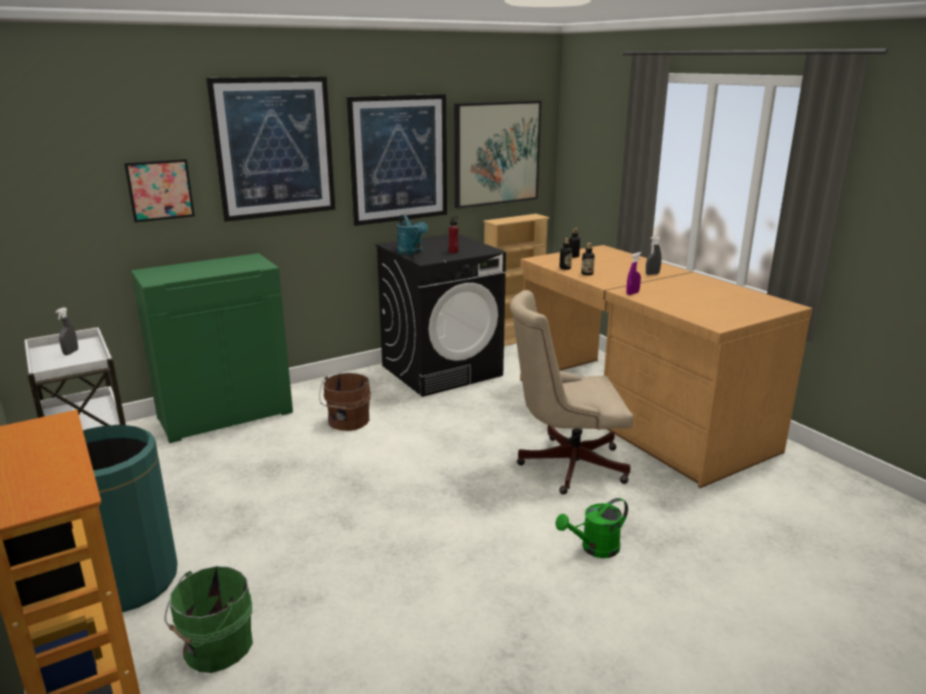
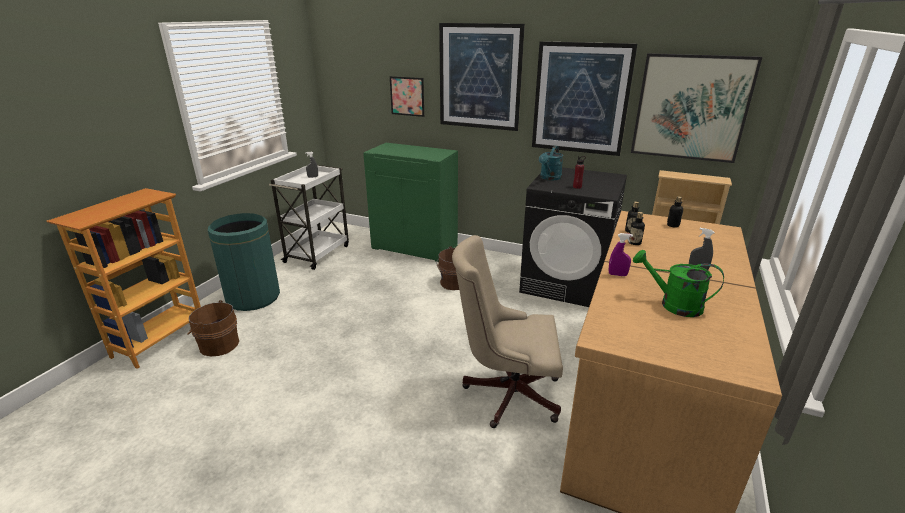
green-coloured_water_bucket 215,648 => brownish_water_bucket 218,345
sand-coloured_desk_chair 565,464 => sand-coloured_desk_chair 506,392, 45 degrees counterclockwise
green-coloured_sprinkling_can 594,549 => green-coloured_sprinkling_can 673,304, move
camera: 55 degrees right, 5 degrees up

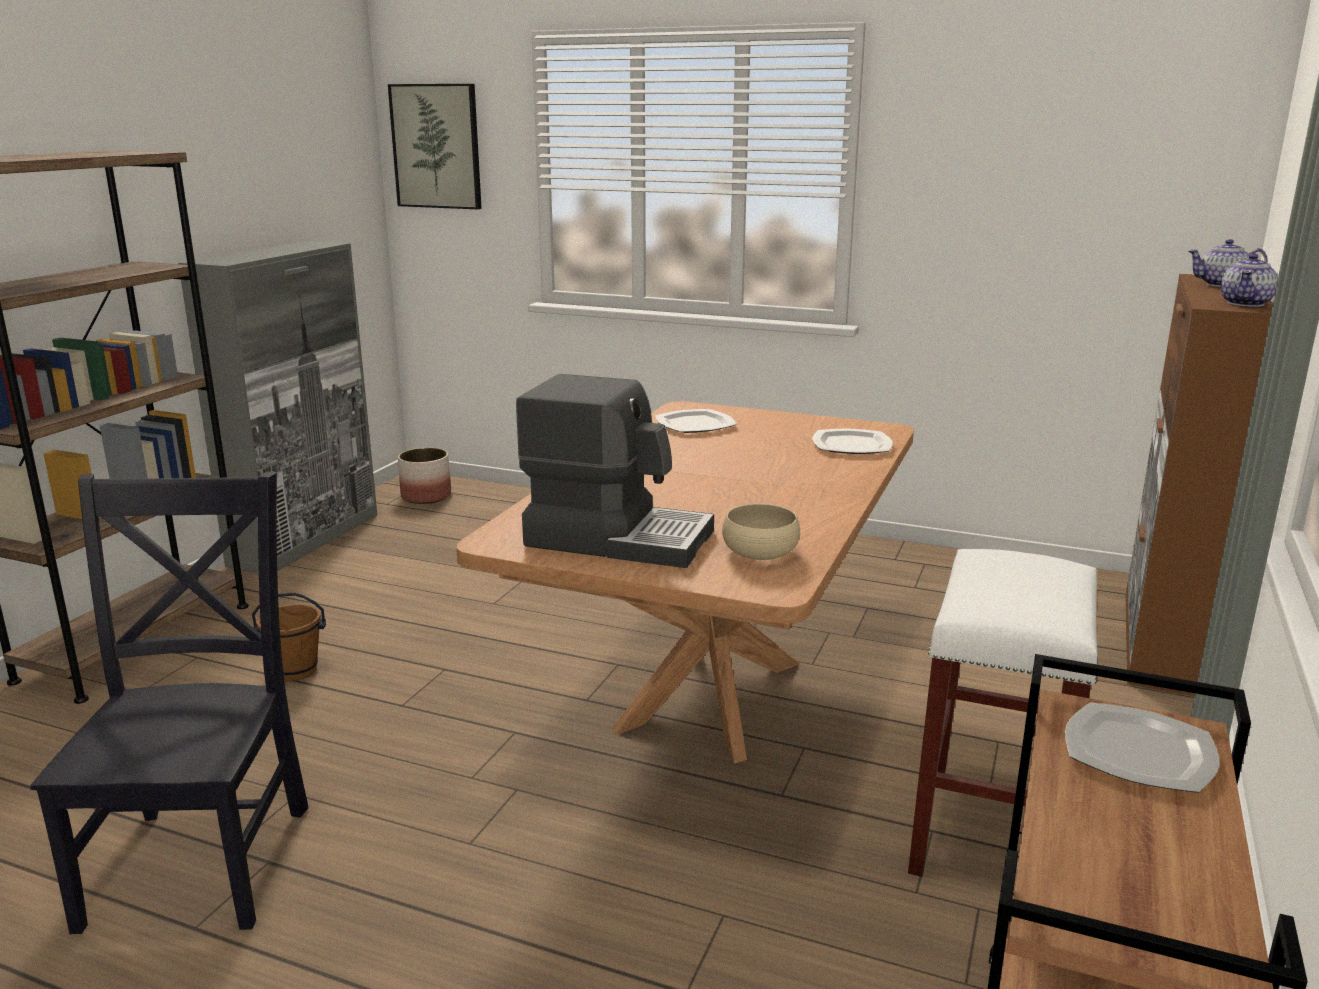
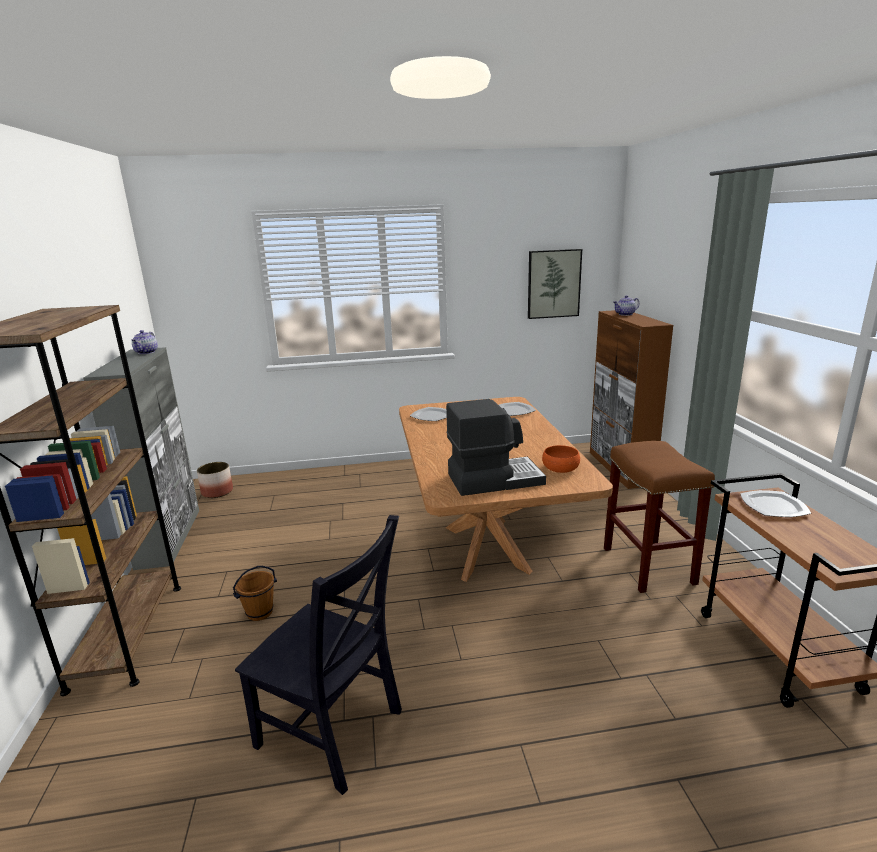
teapot 1246,303 => teapot 146,352, move
black-coloured_chair 203,858 => black-coloured_chair 334,732, 150 degrees clockwise
wall_picture 437,146 => wall_picture 553,284, move
sand-coloured_bowl 760,552 => orangey_bowl 560,468
white-coloured_stool 990,836 => brownish_stool 649,566
camera: 30 degrees left, 0 degrees up

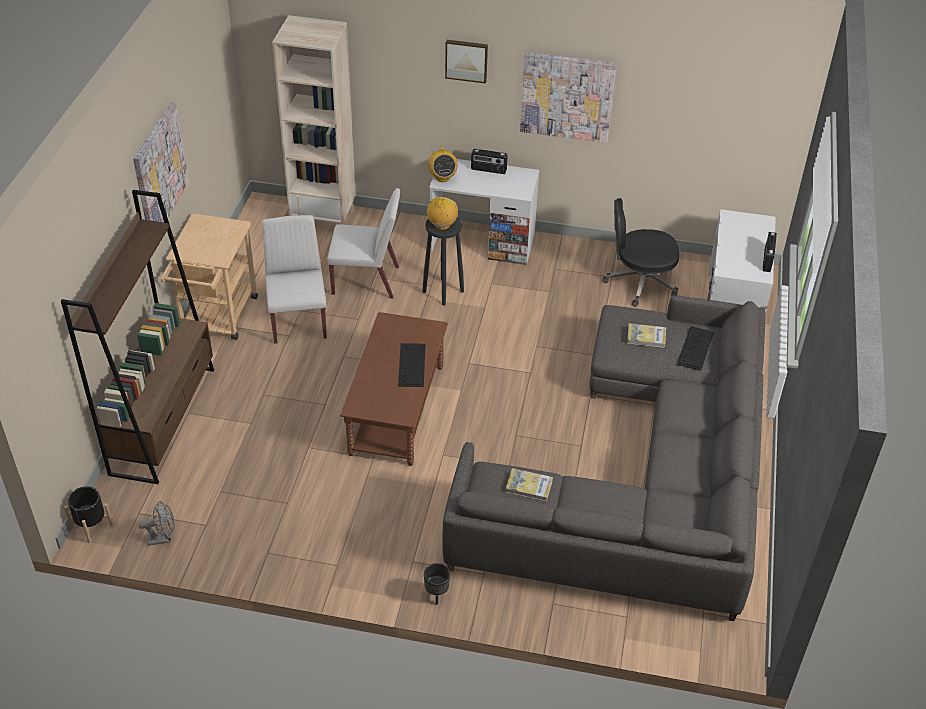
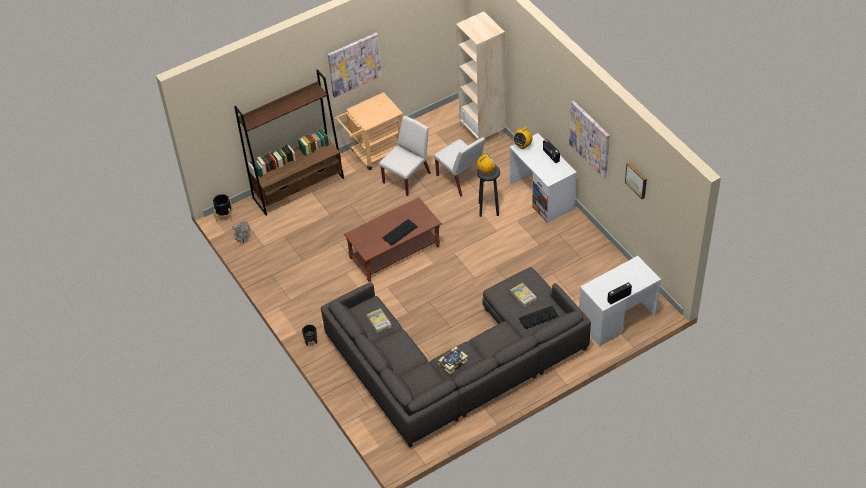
nothing => bound_book 452,363
wall_picture 466,60 => wall_picture 637,179, move
black-coloured_desk_chair 639,282 => nothing
camera: 50 degrees right, 5 degrees up

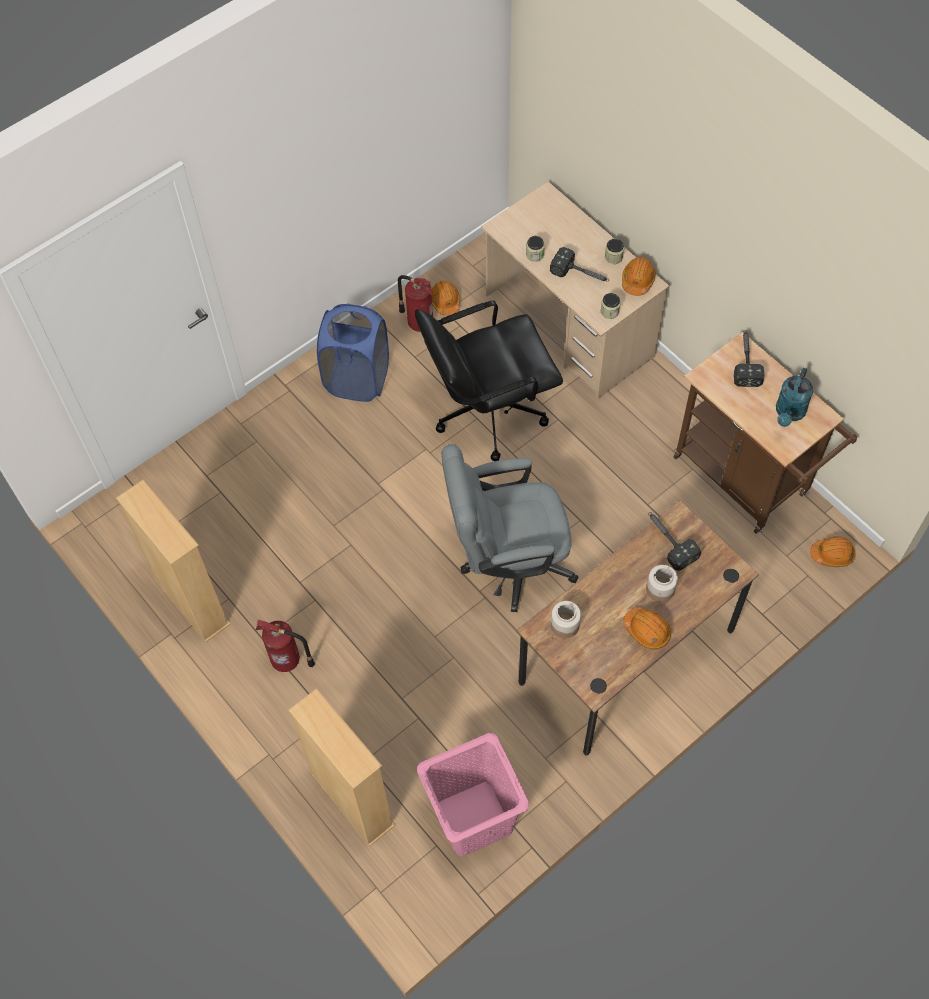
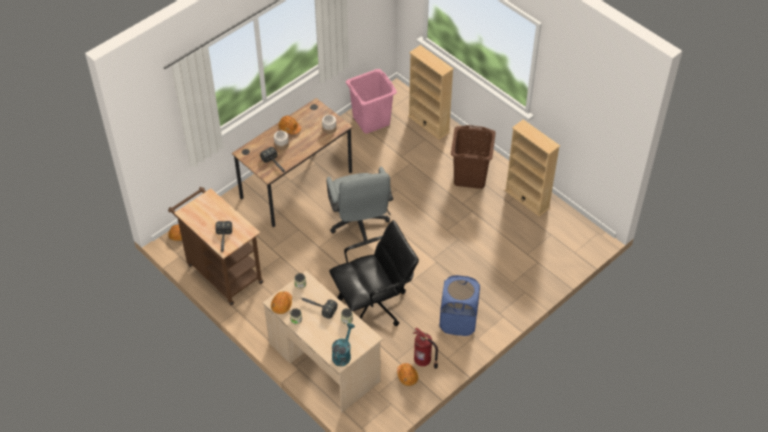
greyish_desk_chair 507,562 => greyish_desk_chair 359,224, 90 degrees clockwise
turquoise_sprinkling_can 789,413 => turquoise_sprinkling_can 342,354, move
fire_extinguisher 288,661 => brownish_hamper 470,176
camera: 175 degrees right, 10 degrees down

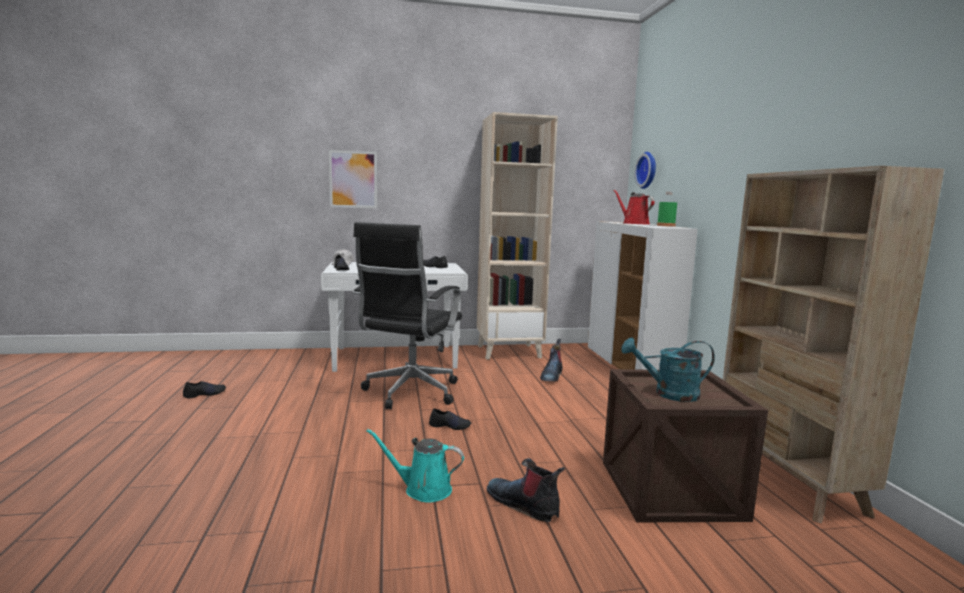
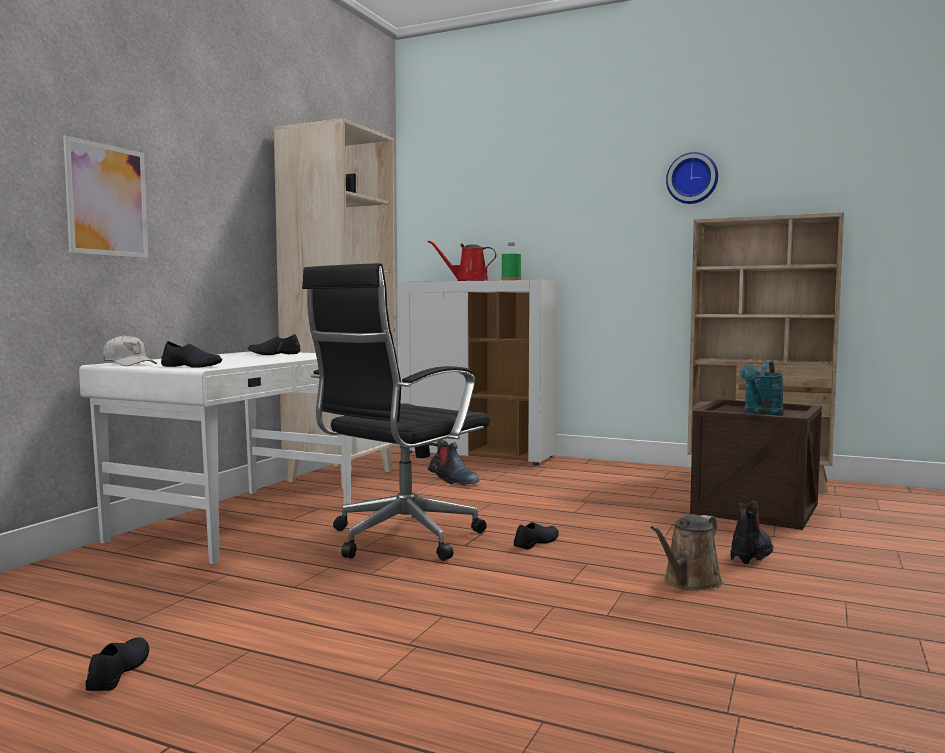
black-coloured_desk_chair 409,393 => black-coloured_desk_chair 399,540, 75 degrees clockwise
turquoise_sprinkling_can 423,489 => brownish_sprinkling_can 689,582
wall_clock 648,170 => wall_clock 692,178, move
tall_boot 524,505 => tall_boot 751,553, 135 degrees clockwise
camera: 55 degrees left, 5 degrees down

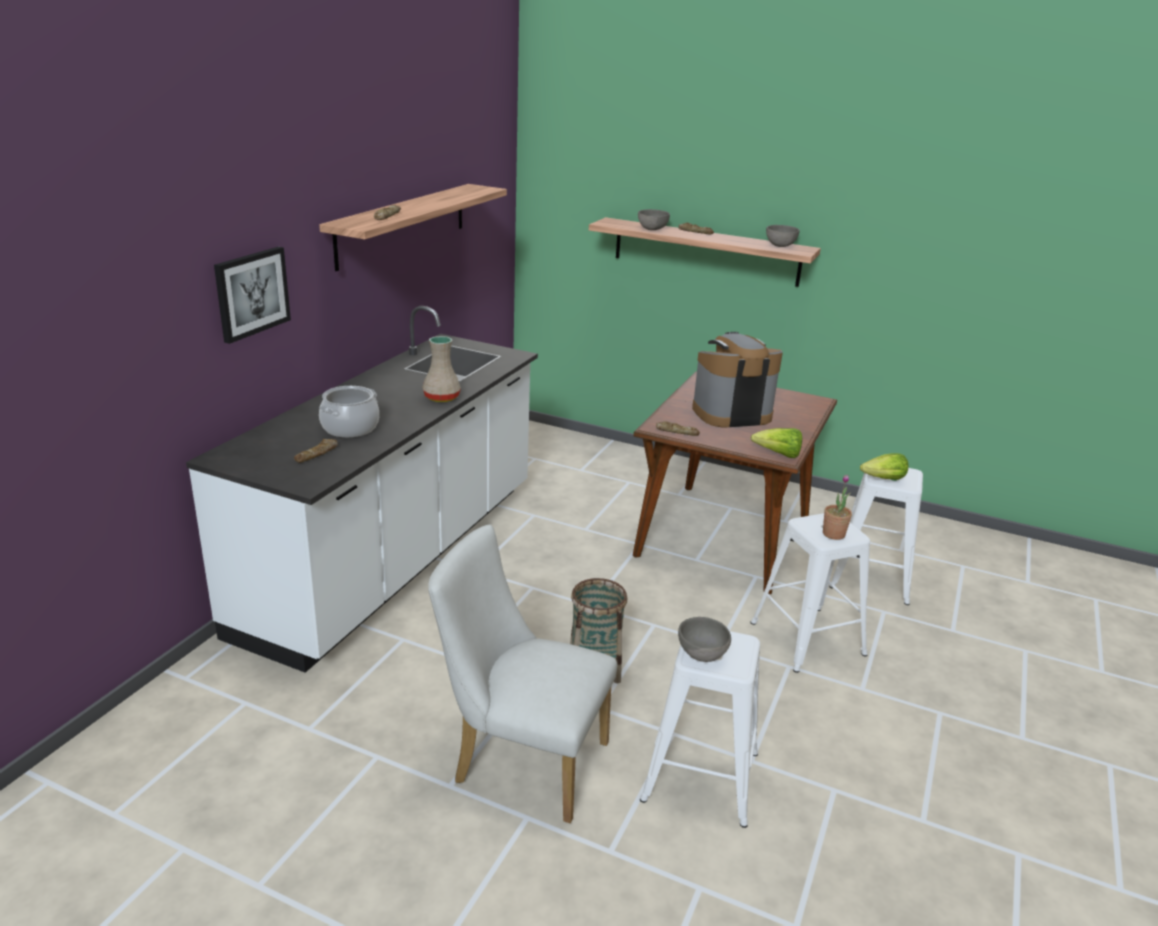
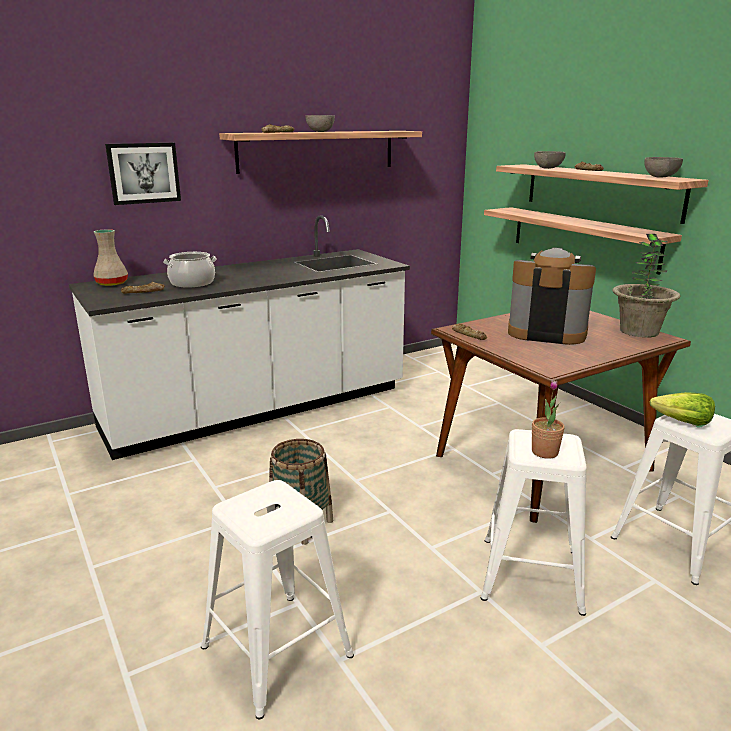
sand-coloured_decorative_vase 441,397 => sand-coloured_decorative_vase 112,283, move
greyish_bowl 701,655 => greyish_bowl 320,132, move
nothing => wall_shelf 582,238
nothing => plant_in_a_pot 639,331
white-coloured_chair 521,760 => nothing
lettuce_head 778,455 => nothing
camera: 35 degrees right, 5 degrees down

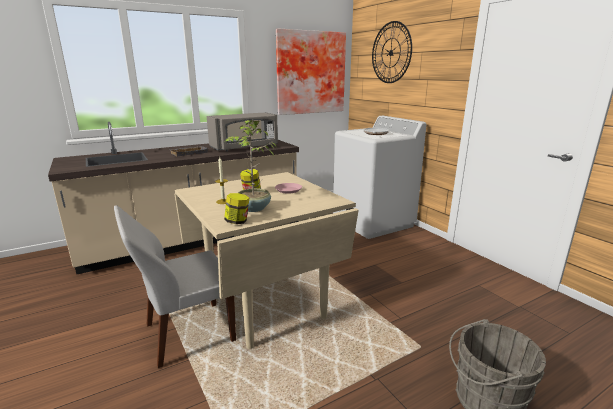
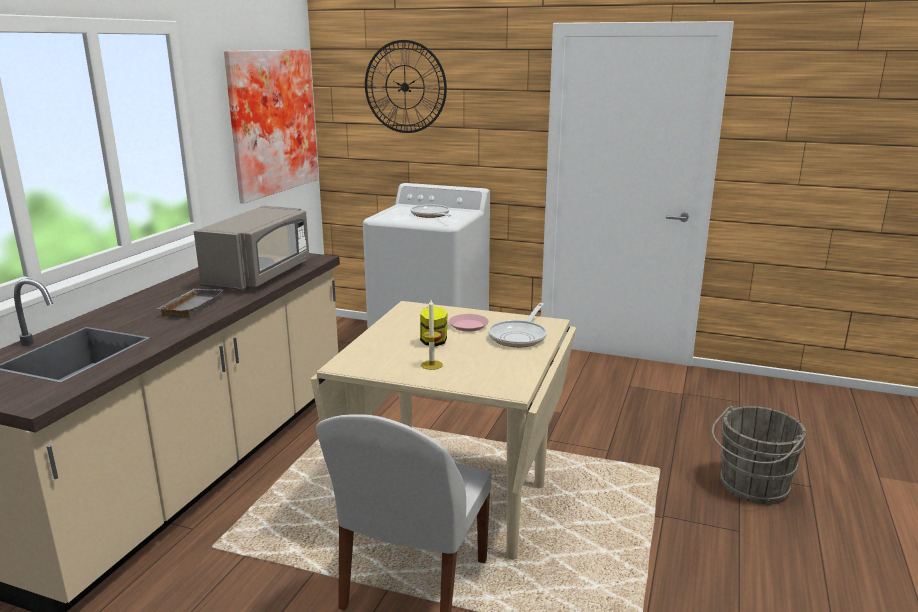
nothing => frying_pan 520,336
jar 237,222 => nothing
plant_in_a_pot 253,209 => nothing
camera: 40 degrees left, 0 degrees up

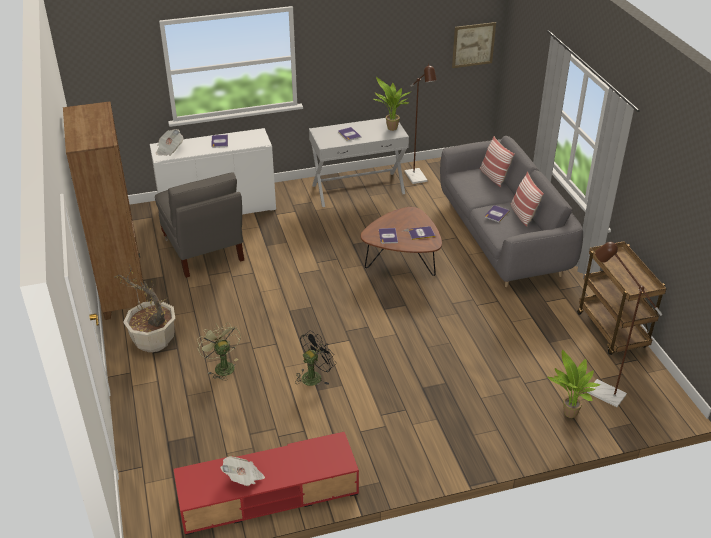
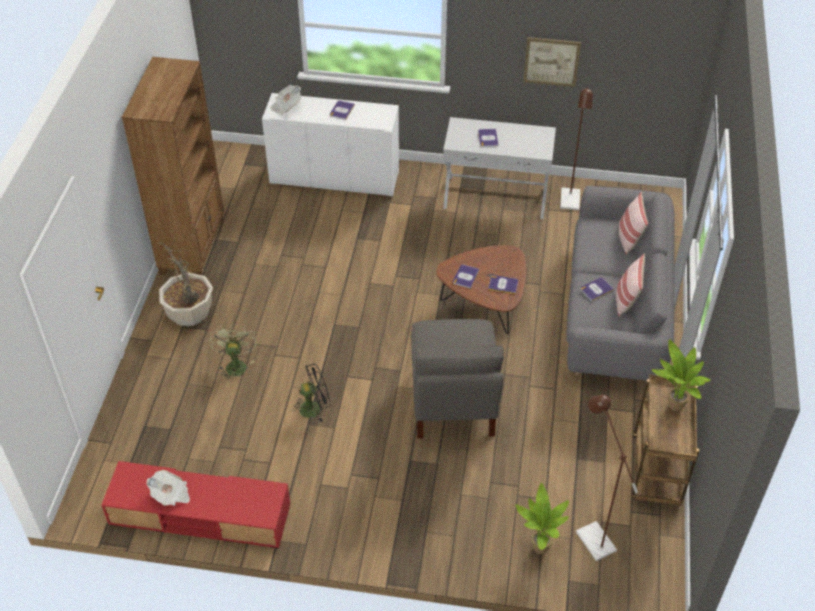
greyish_easy_chair 203,250 => greyish_easy_chair 453,403, move
wall_picture 473,45 => wall_picture 551,61, move
plant_in_a_pot 391,129 => plant_in_a_pot 673,407, move
camera: 25 degrees right, 10 degrees up

